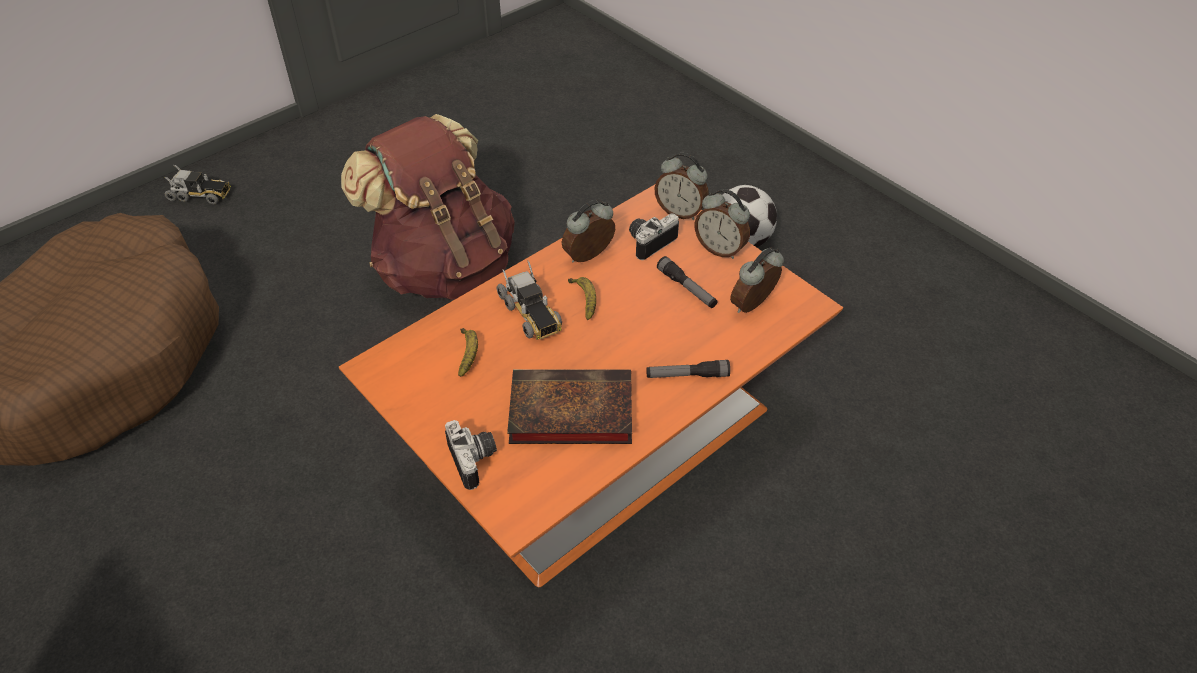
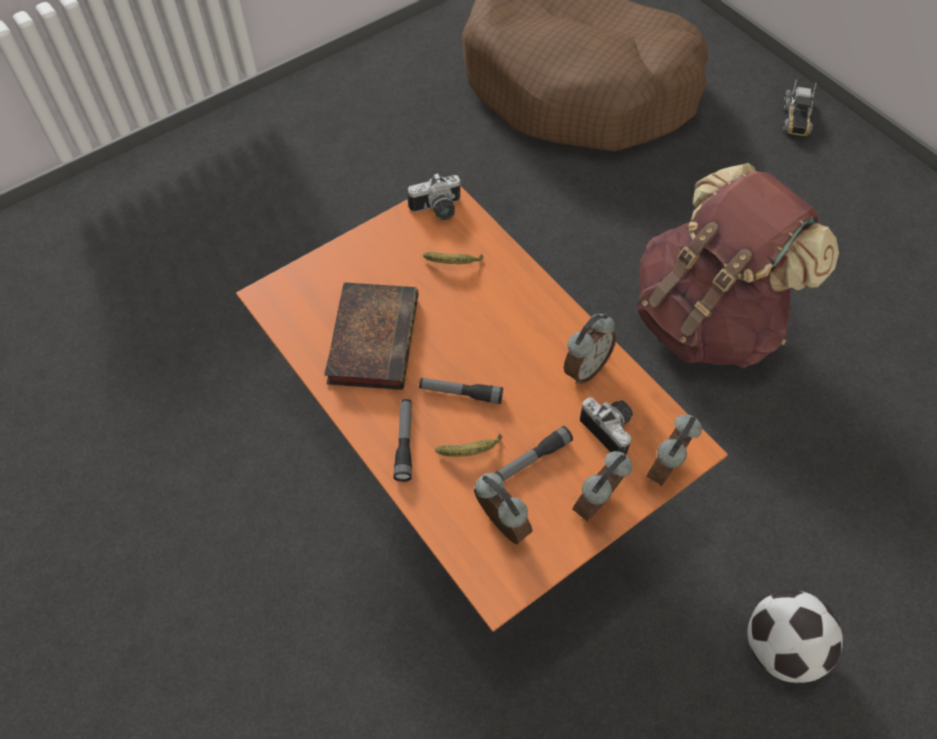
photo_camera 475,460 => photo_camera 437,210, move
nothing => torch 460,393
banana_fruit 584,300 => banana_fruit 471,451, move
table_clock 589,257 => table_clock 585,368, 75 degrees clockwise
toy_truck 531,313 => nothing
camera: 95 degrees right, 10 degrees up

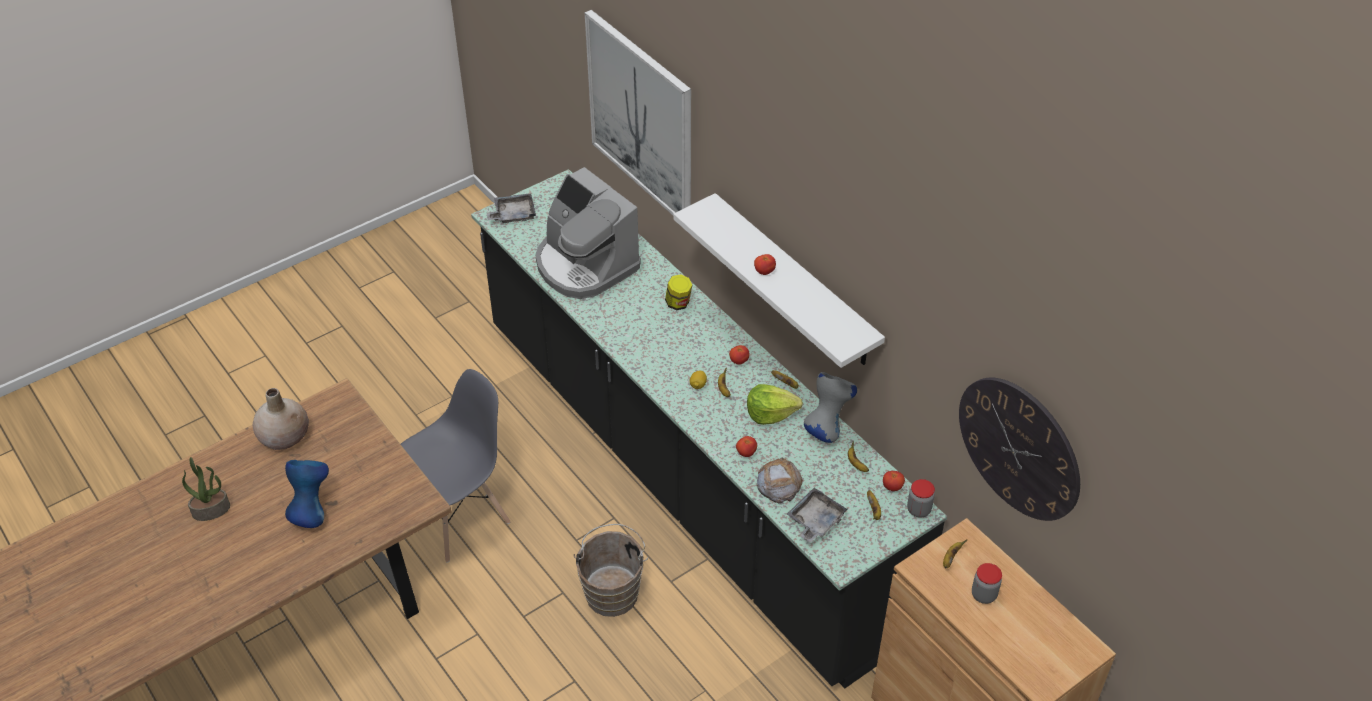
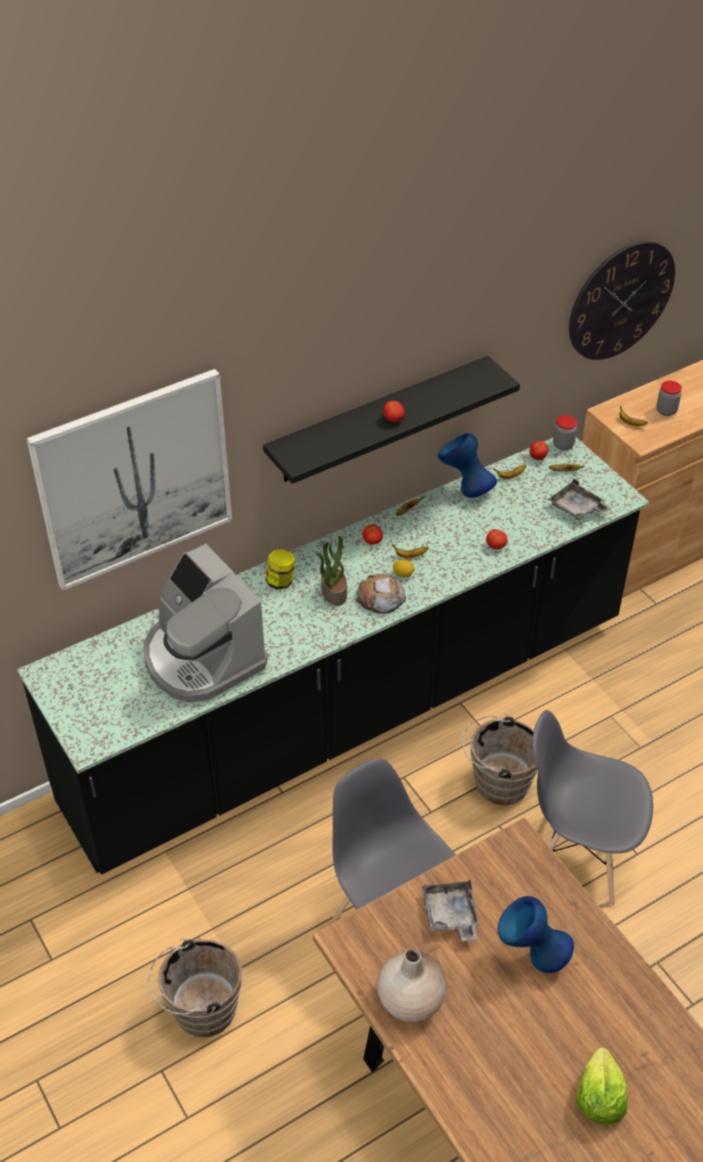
coffee_brewer 585,265 => coffee_brewer 202,658, 90 degrees clockwise
nothing => brownish_water_bucket 200,1010
white-coloured_wall_shelf 794,281 => black-coloured_wall_shelf 378,420
plant_in_a_pot 211,509 => plant_in_a_pot 333,592, move
bakery_bread 778,483 => bakery_bread 380,597, move
greyish_carrying_tray 513,214 => greyish_carrying_tray 450,915, move
greyish_decorative_vase 827,427 => blue-coloured_decorative_vase 465,489
nothing => greyish_chair 577,858
lettuce_head 770,413 => lettuce_head 599,1098, move
camera: 85 degrees left, 0 degrees up

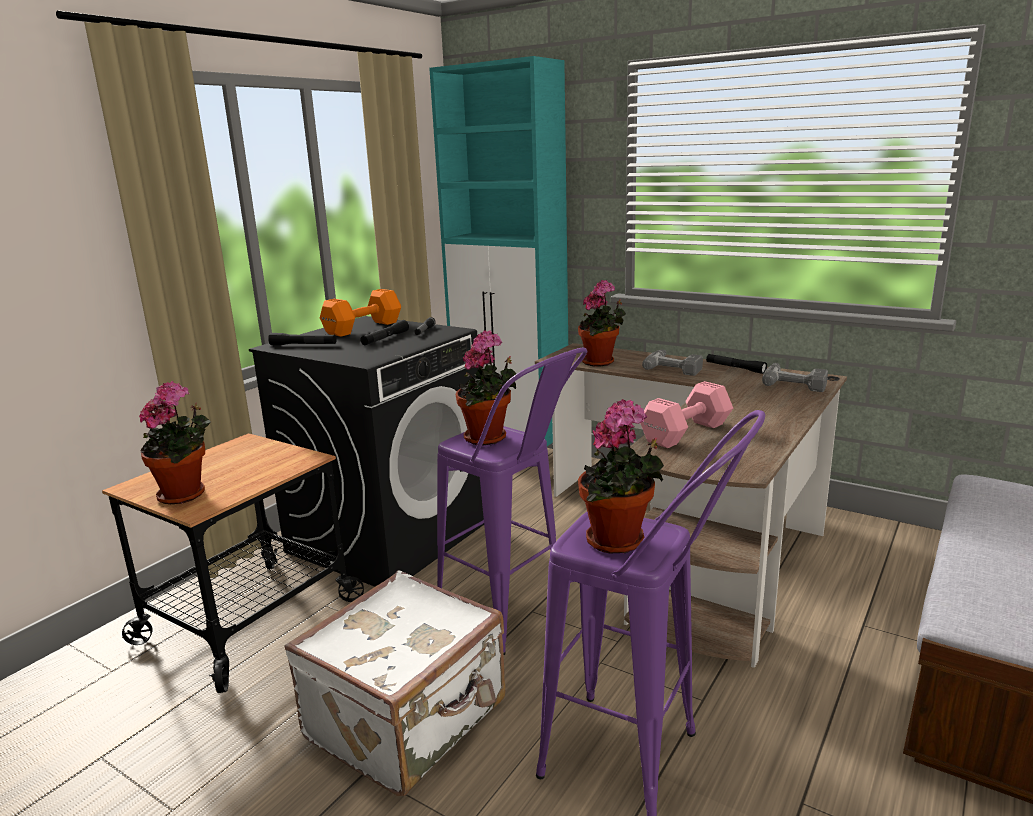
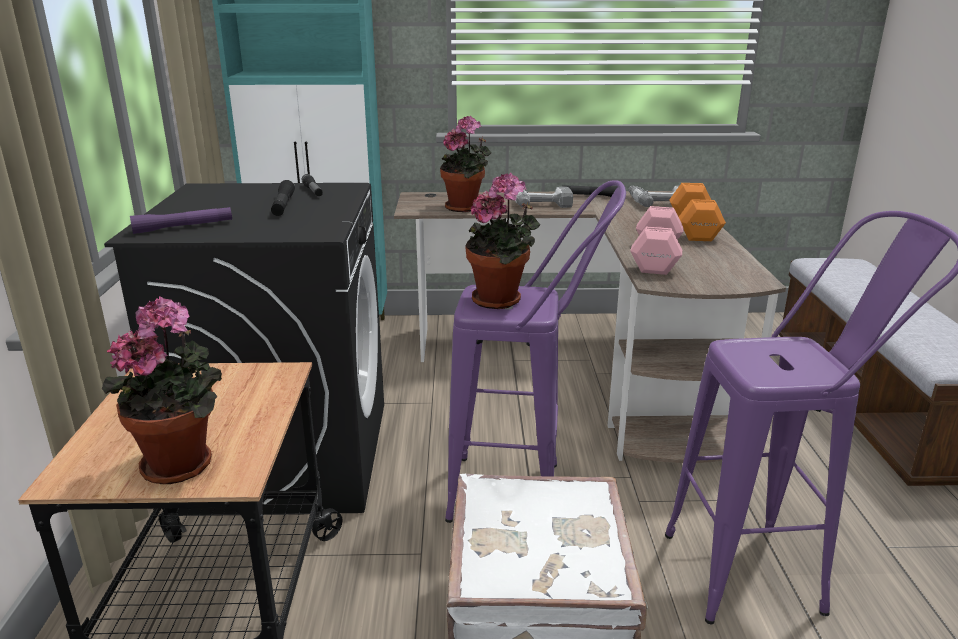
black-coloured_torch 303,345 => purplish_torch 183,227
orangey_hand_weight 365,327 => orangey_hand_weight 694,228, move
plant_in_a_pot 619,542 => nothing
camera: 35 degrees left, 5 degrees up

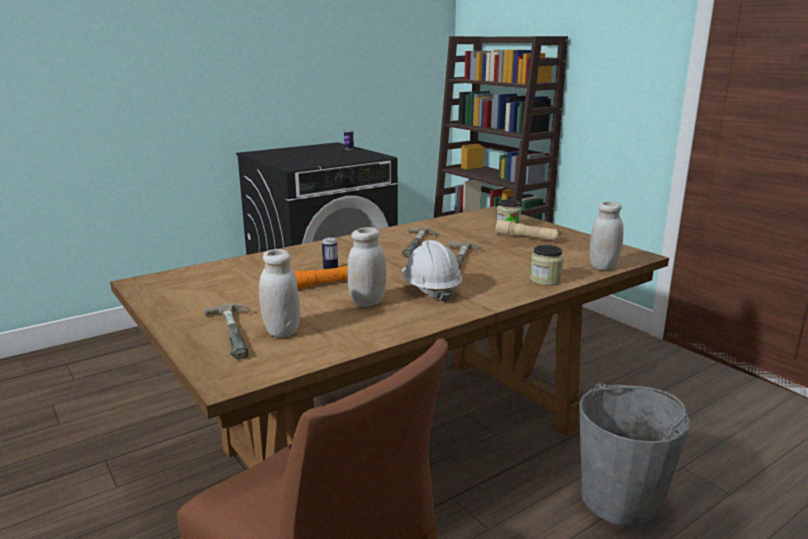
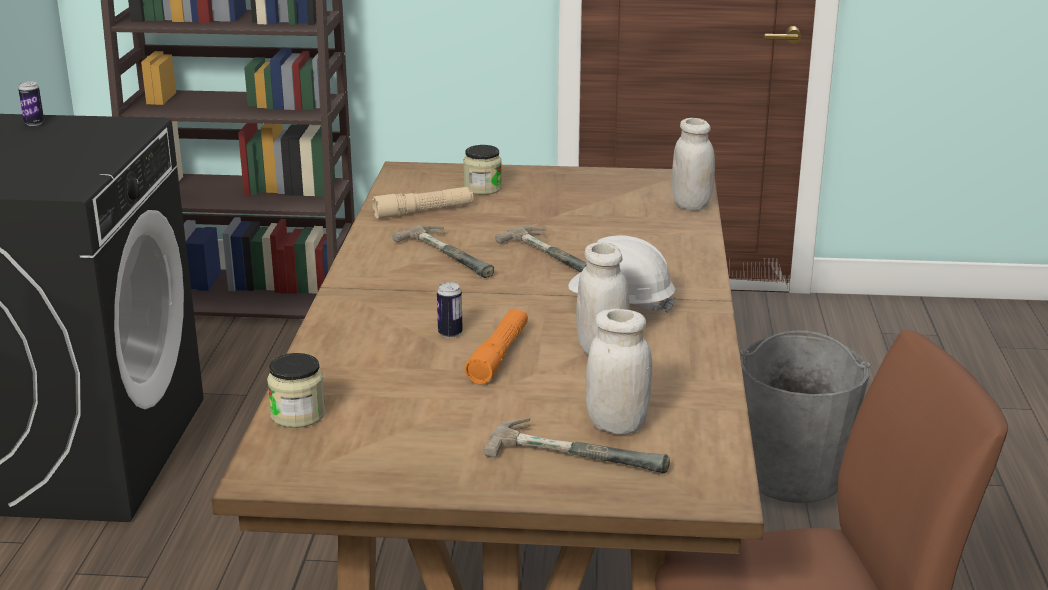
jar 545,280 => jar 298,415, move
sand-coloured_torch 527,238 => sand-coloured_torch 423,211, move
camera: 50 degrees left, 5 degrees up

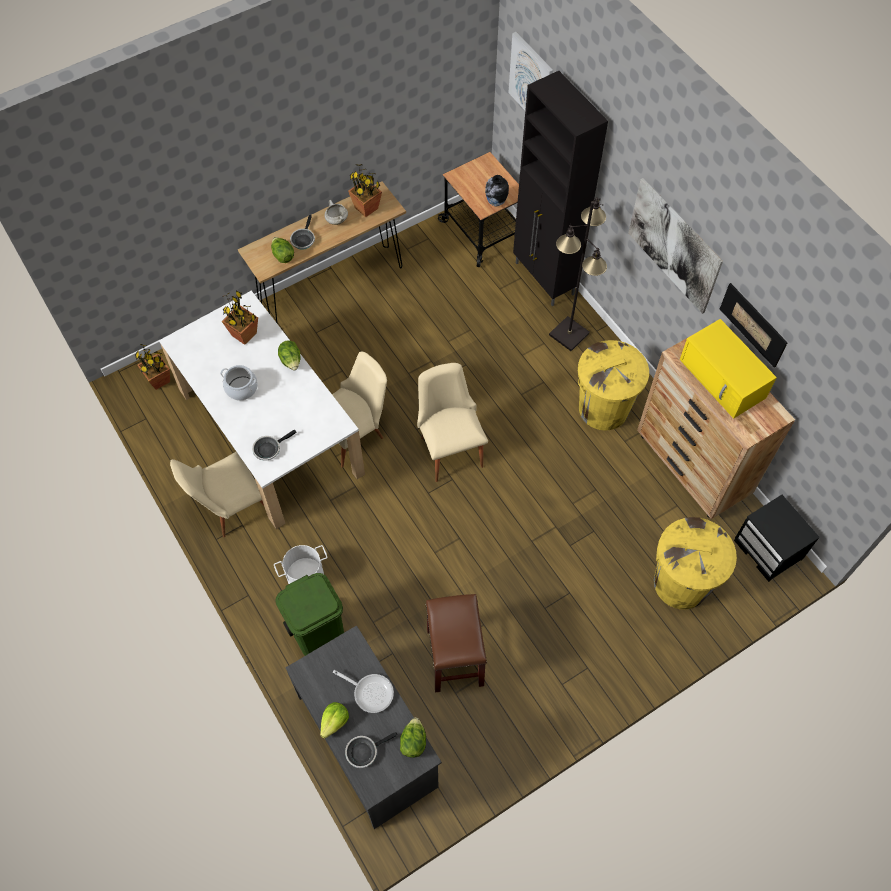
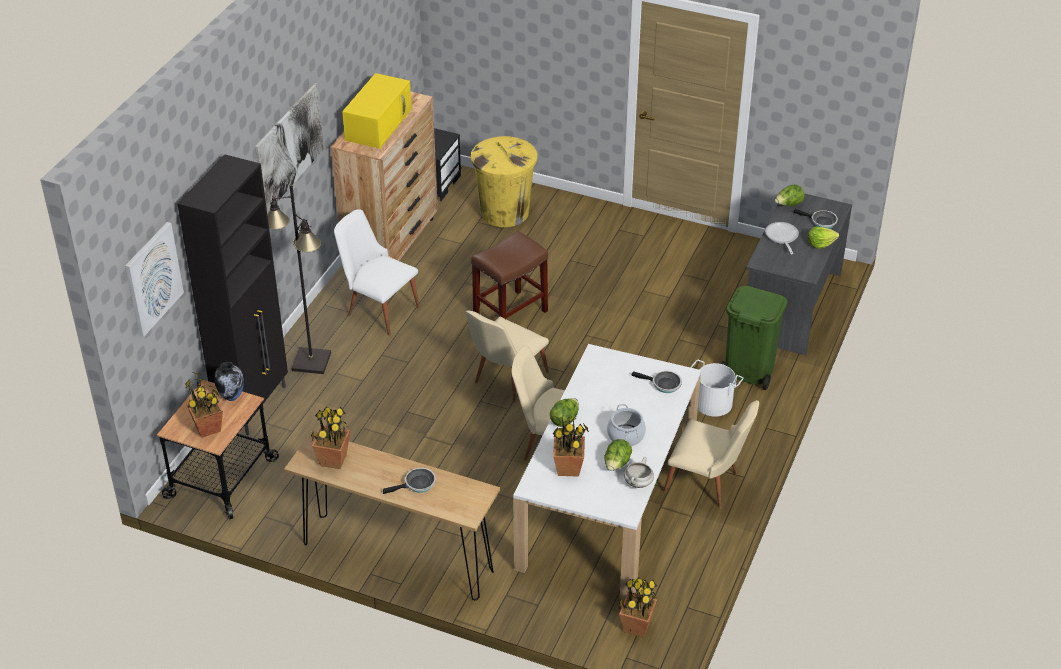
nothing => plant_in_a_pot 208,428
yellow_trash_can 604,409 => white-coloured_chair 378,308
brownish_stool 455,658 => brownish_stool 510,313, move
lettuce_head 283,256 => lettuce_head 617,464, move
white-coloured_cooking_pot 336,220 => white-coloured_cooking_pot 638,483, move
wall_picture 753,324 => nothing
camera: 125 degrees left, 20 degrees down

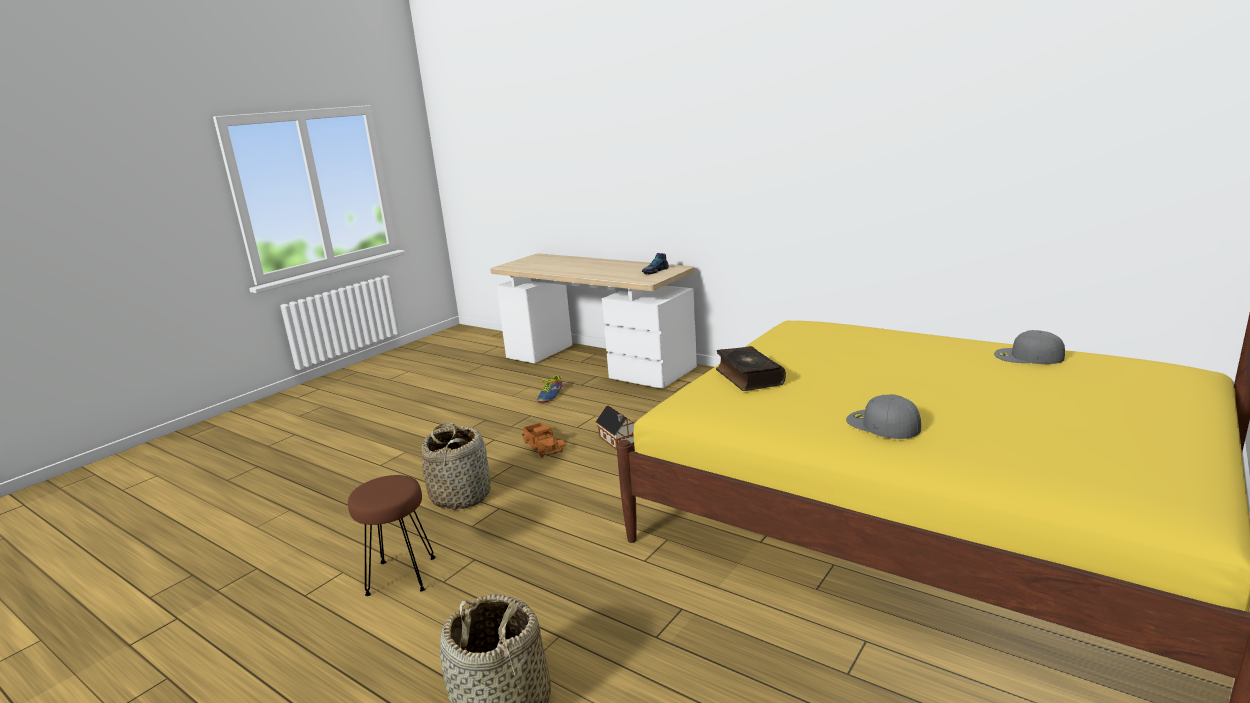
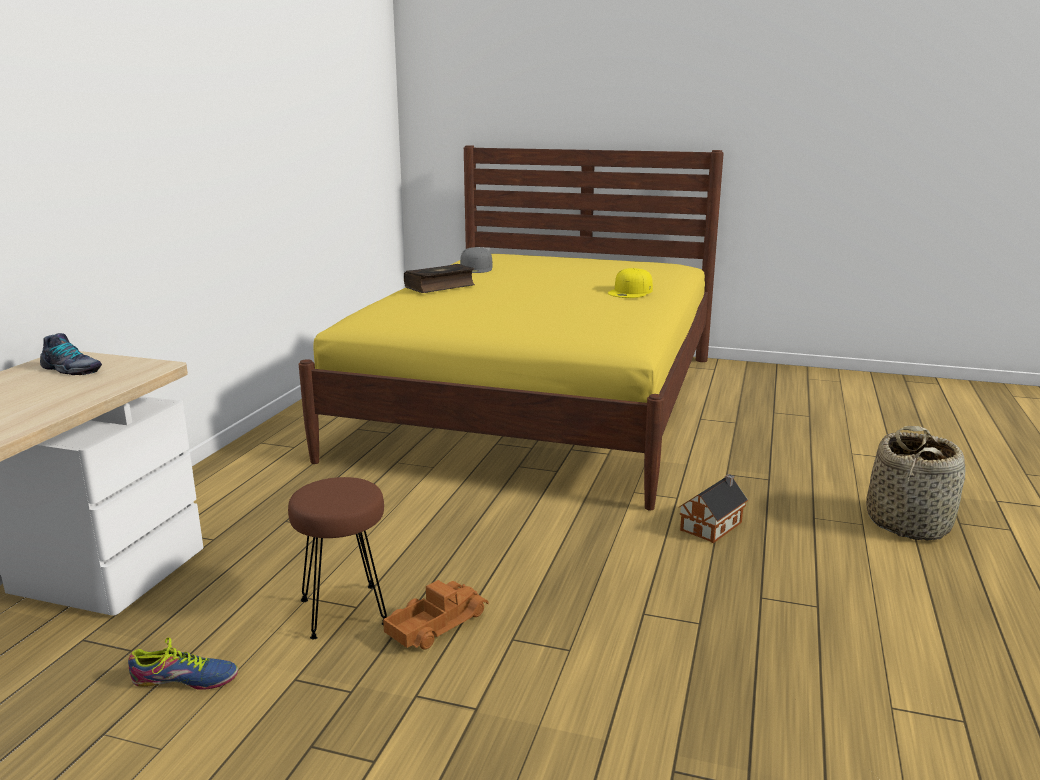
brownish_stool 401,577 => brownish_stool 345,611, move
bound_book 748,377 => bound_book 440,287, move
greyish_cap 882,424 => yellow_cap 631,292
model_house 619,440 => model_house 713,525, move
household_basket 461,495 => nothing
camera: 110 degrees left, 0 degrees up

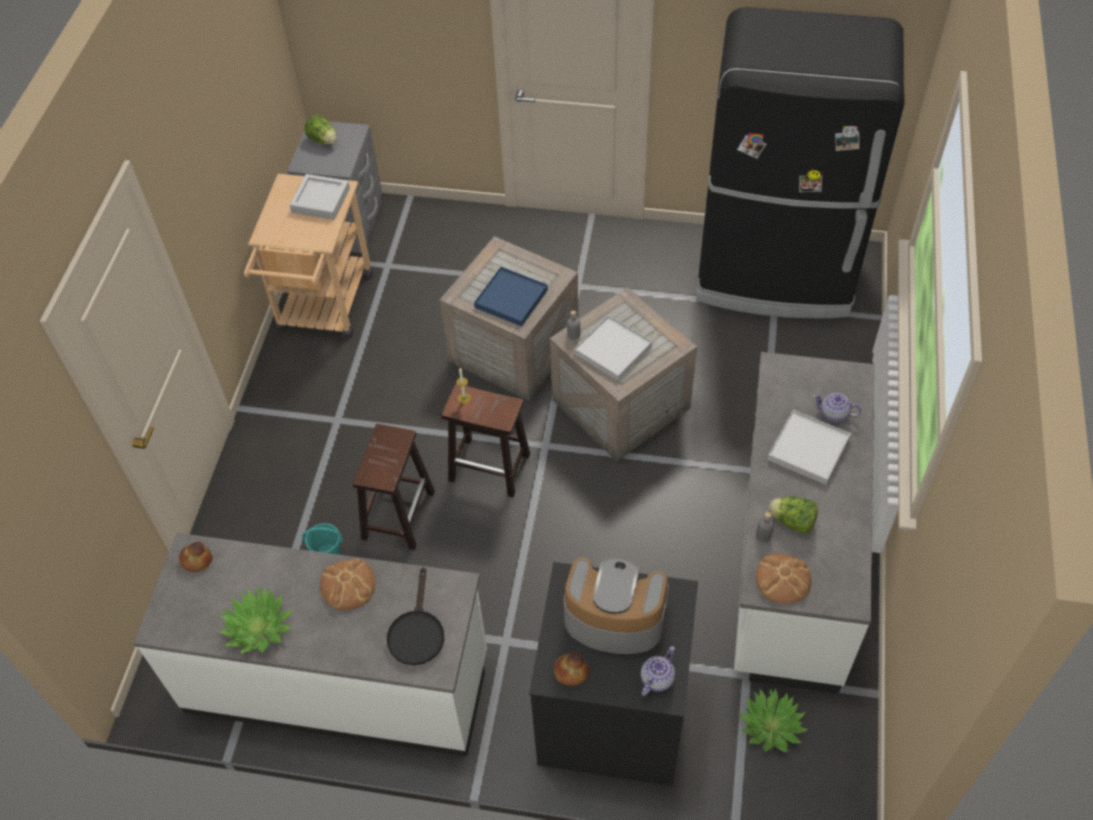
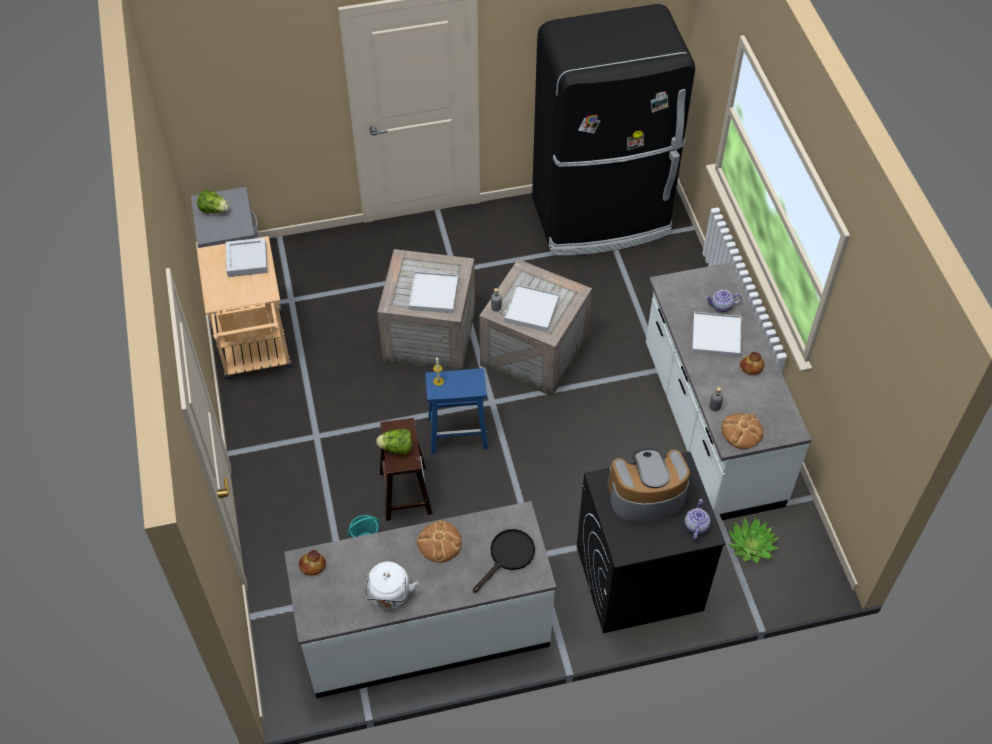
plant_in_a_pot 258,627 => white-coloured_water_kettle 389,596
lettuce_head 792,522 => lettuce_head 396,448, move
blue-coloured_carrying_tray 511,299 => white-coloured_carrying_tray 434,294
brownish_stool 491,467 => blue-coloured_stool 459,432
black-coloured_frying_pan 416,631 => black-coloured_frying_pan 508,556, 120 degrees counterclockwise
bakery_bread 571,671 => bakery_bread 751,367, move
camera: 25 degrees left, 0 degrees up

